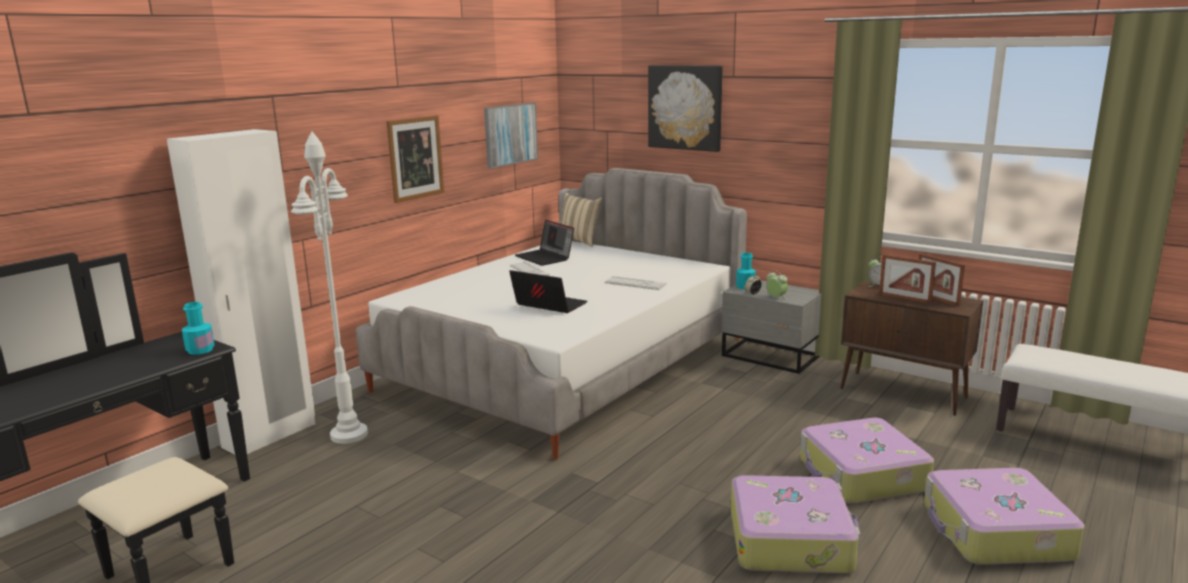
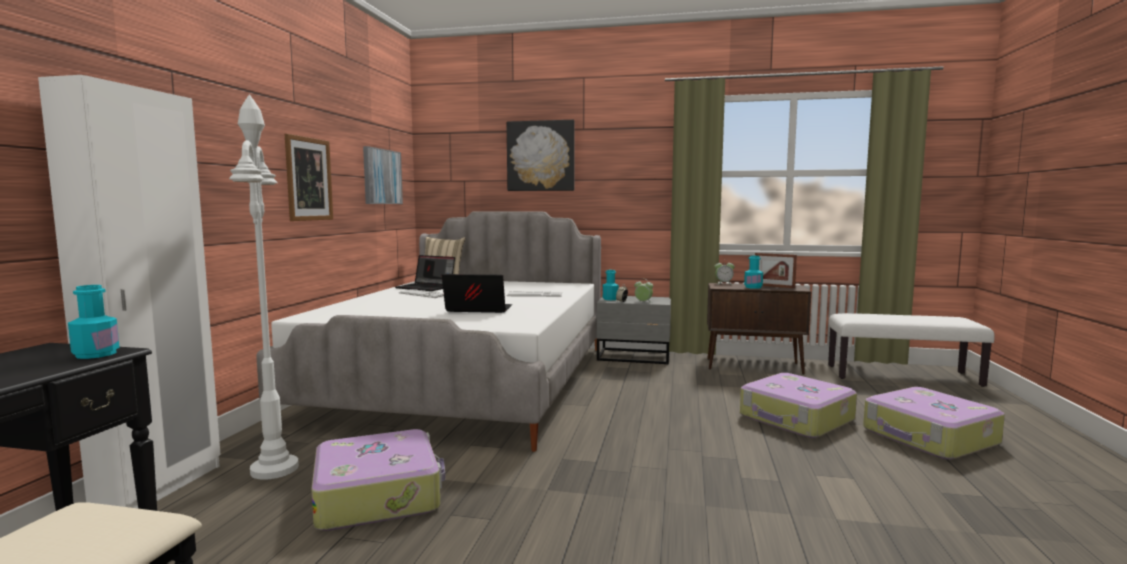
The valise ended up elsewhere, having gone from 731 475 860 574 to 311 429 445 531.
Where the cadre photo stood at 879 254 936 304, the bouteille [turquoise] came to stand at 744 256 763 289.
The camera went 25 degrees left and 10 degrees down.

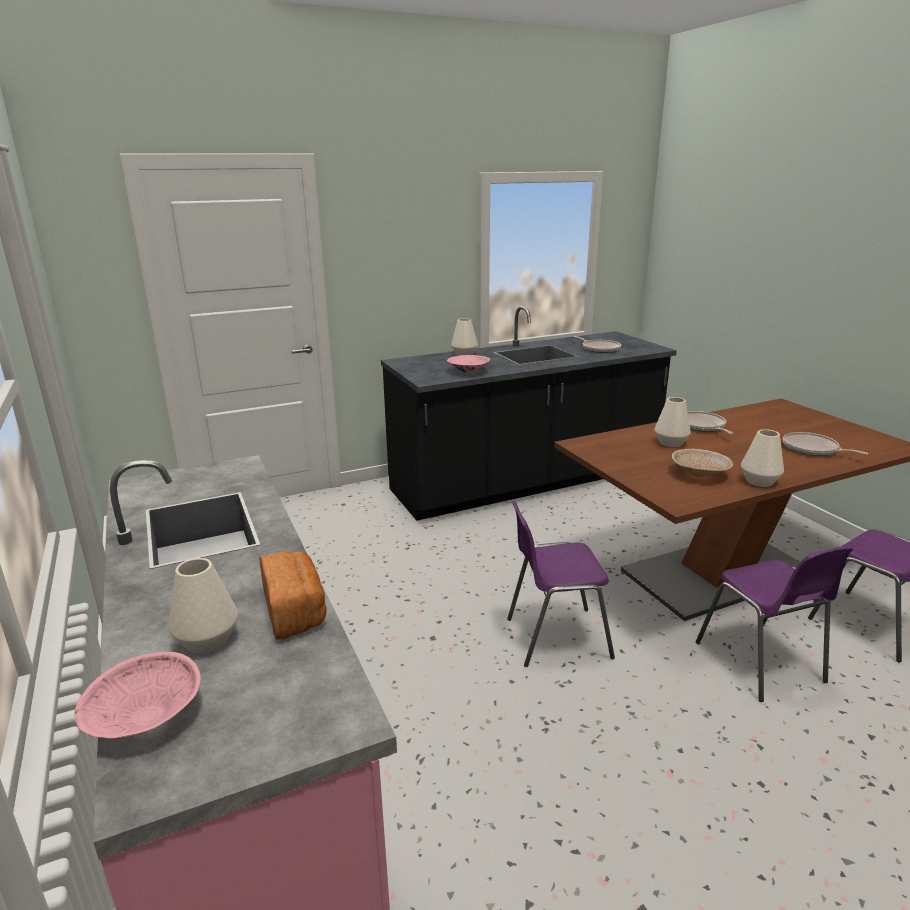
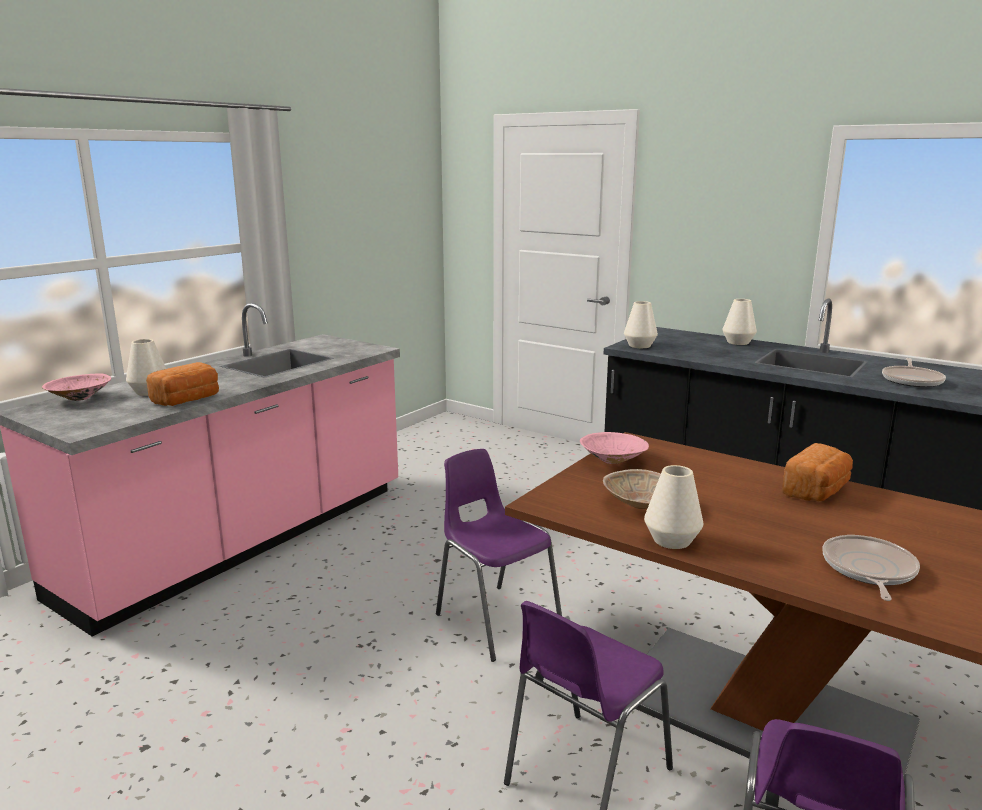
The bol [rose] ended up elsewhere, having gone from 447 355 490 374 to 580 432 649 464.
The vase [blanc] ended up elsewhere, having gone from 654 397 691 447 to 624 301 658 348.
Where the poêle stood at 688 411 734 434, the pain came to stand at 782 443 853 501.
The camera went 60 degrees right and 5 degrees down.

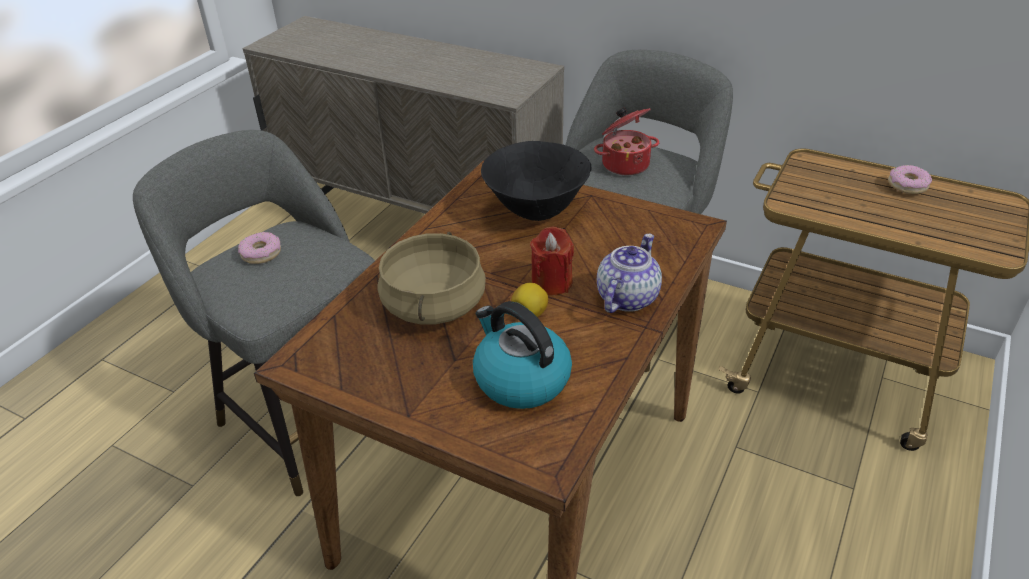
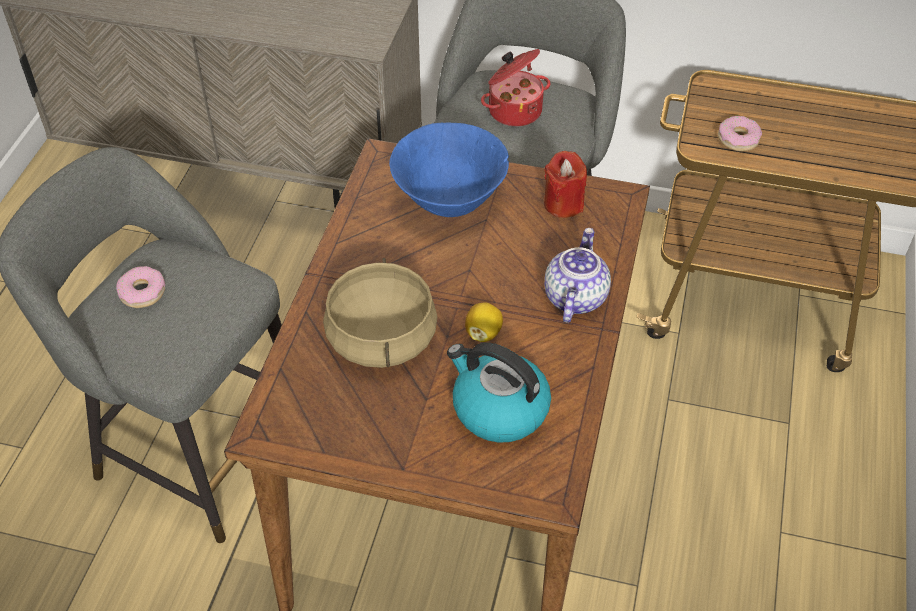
The bougie [rouge] ended up elsewhere, having gone from 530 226 574 296 to 544 151 587 218.
The beignet ended up elsewhere, having gone from 888 165 932 194 to 718 116 762 151.
What was the bol [noir] at 481 141 592 221 turned into the bol [bleu] at 389 123 509 217.
The camera went 15 degrees left and 10 degrees up.

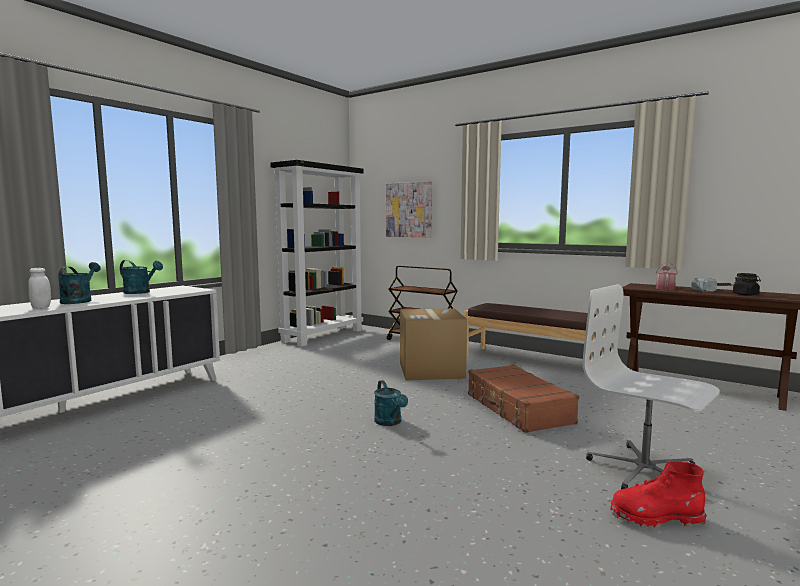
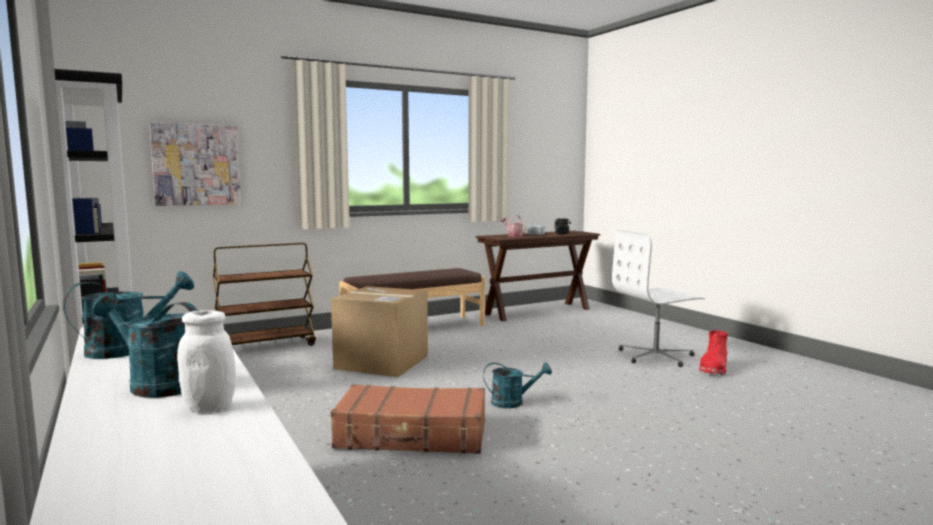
The valise [marron] ended up elsewhere, having gone from 468 365 579 433 to 330 384 485 454.
The camera went 65 degrees left and 0 degrees up.

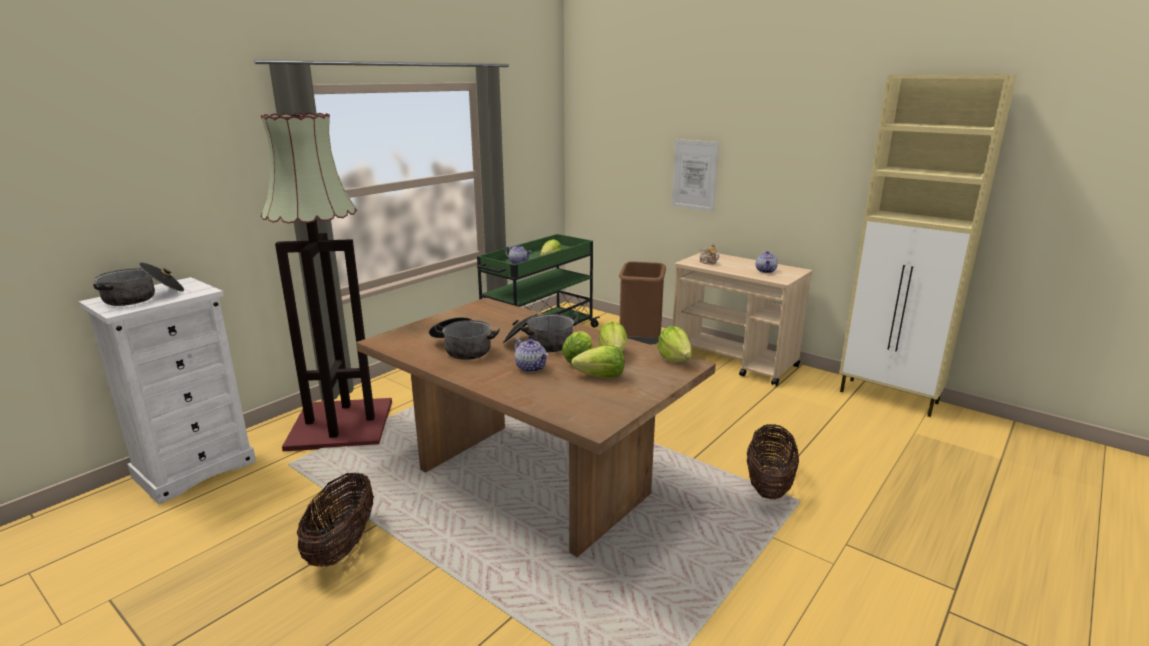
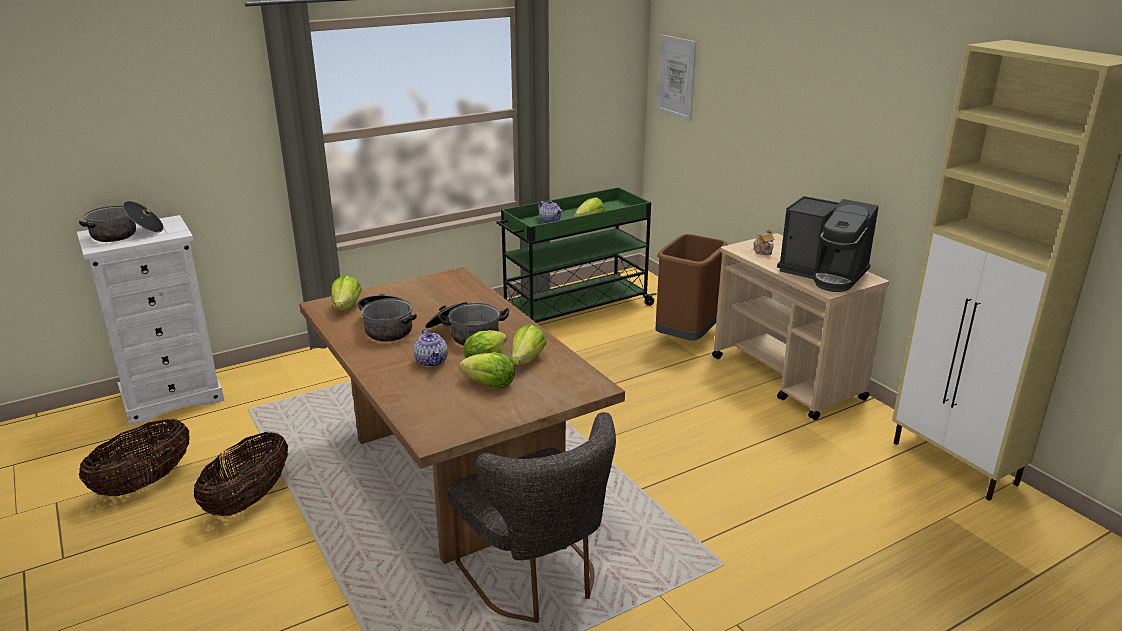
The second view lost the lampadaire at 261 113 392 451.
The second view gained the chaise [gris] at 447 412 616 623.
The laitue ended up elsewhere, having gone from 657 326 692 362 to 331 275 362 310.
The tableau ended up elsewhere, having gone from 672 139 719 212 to 657 35 697 121.
The panier ended up elsewhere, having gone from 747 424 799 500 to 79 419 190 496.
Where the théière stood at 756 251 778 273, the machine à café came to stand at 777 196 879 292.
The camera went 20 degrees right and 5 degrees up.

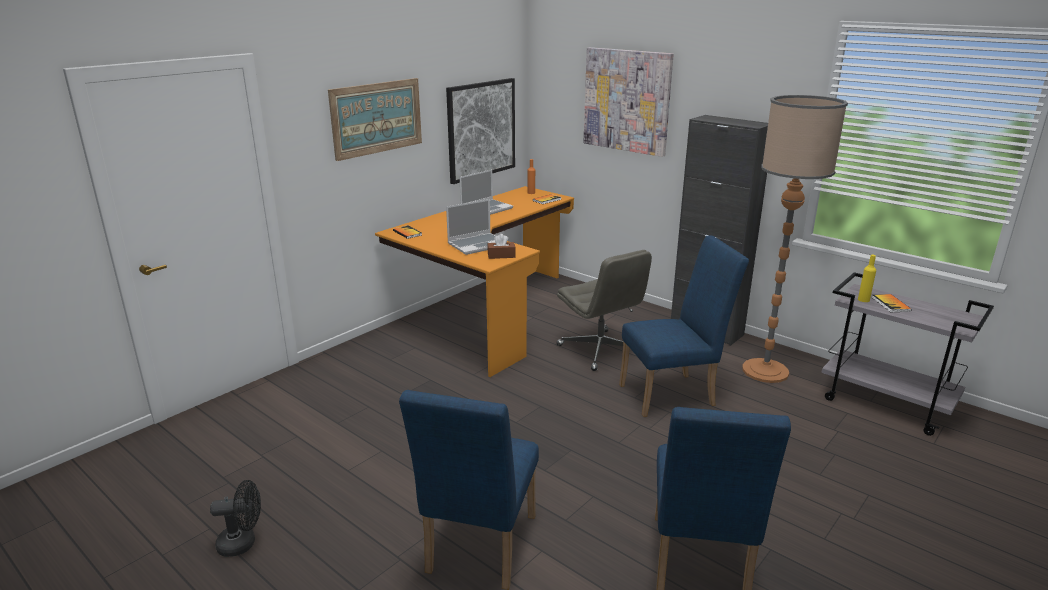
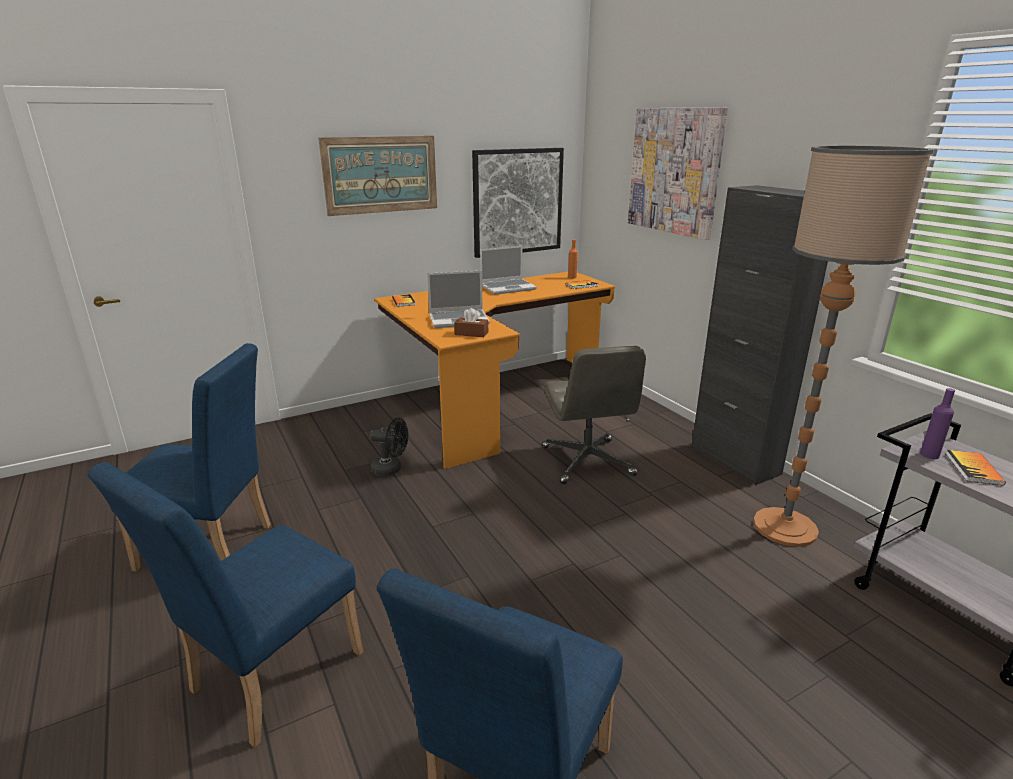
The ventilateur [noir] ended up elsewhere, having gone from 210 480 261 557 to 370 418 408 476.
The chaise [bleu] ended up elsewhere, having gone from 619 235 749 417 to 109 343 271 572.
What was the bouteille [jaune] at 858 255 876 302 turned into the bouteille [violet] at 920 388 955 459.
The camera went 20 degrees right and 0 degrees up.

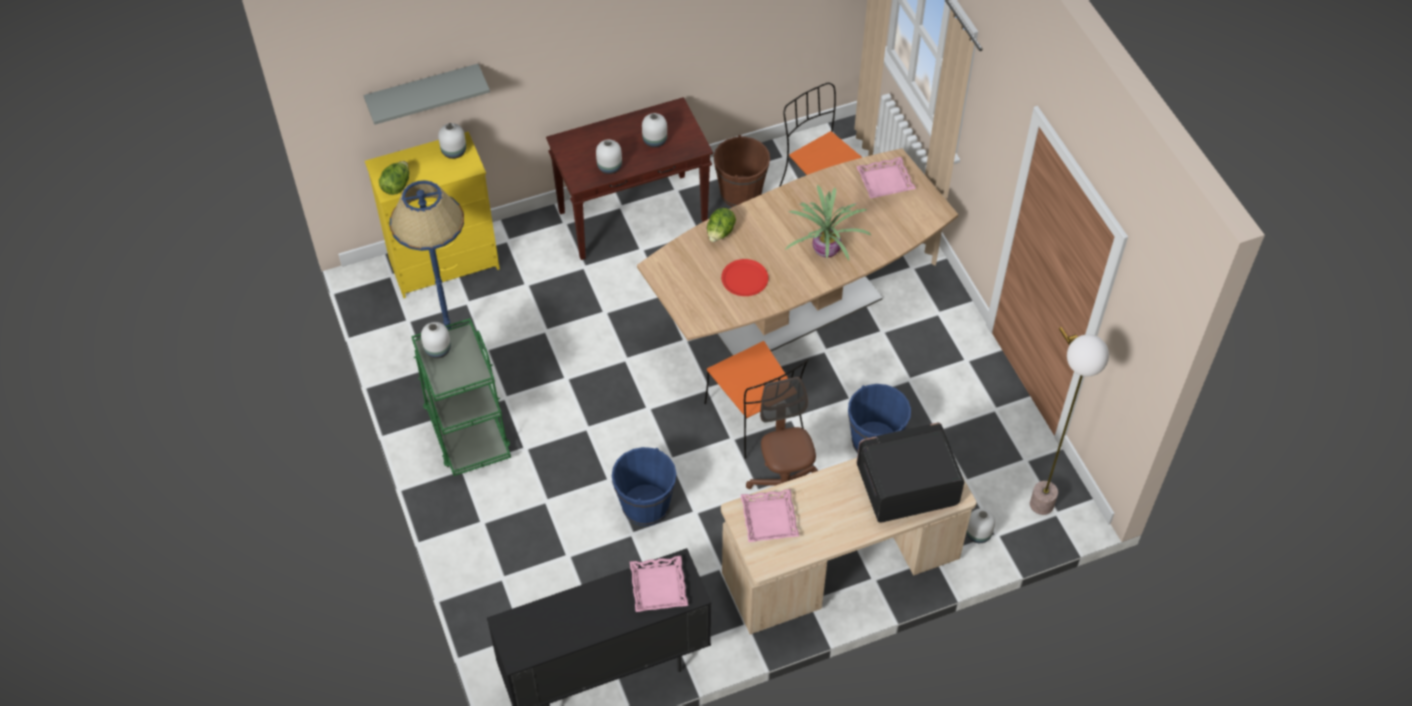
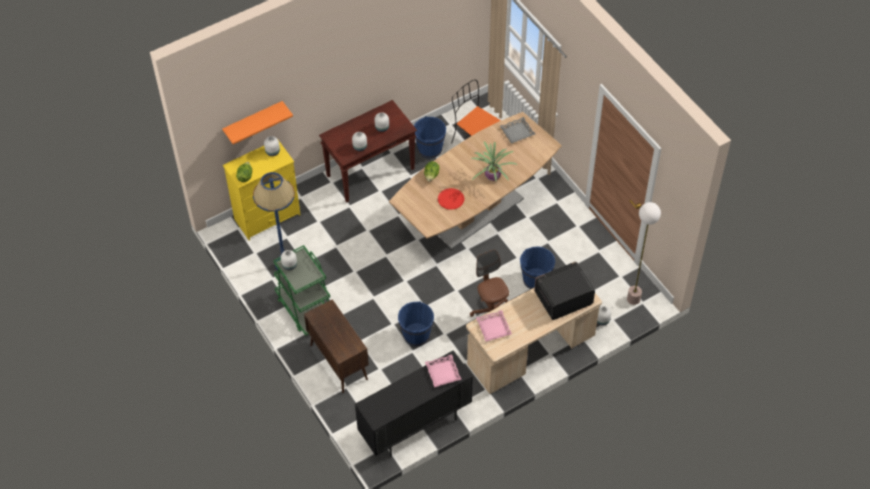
The second view lost the chaise [orange] at 704 341 808 459.
The second view gained the meuble de rangement [marron] at 304 299 369 393.
What was the étagère [gris] at 364 64 490 125 turned into the étagère [orange] at 222 101 293 144.
What was the seau [marron] at 714 135 770 207 turned into the seau [bleu] at 414 116 446 159.
What was the plateau [rose] at 856 157 916 199 turned into the plateau [gris] at 500 117 535 144.
The camera went 10 degrees left and 0 degrees up.

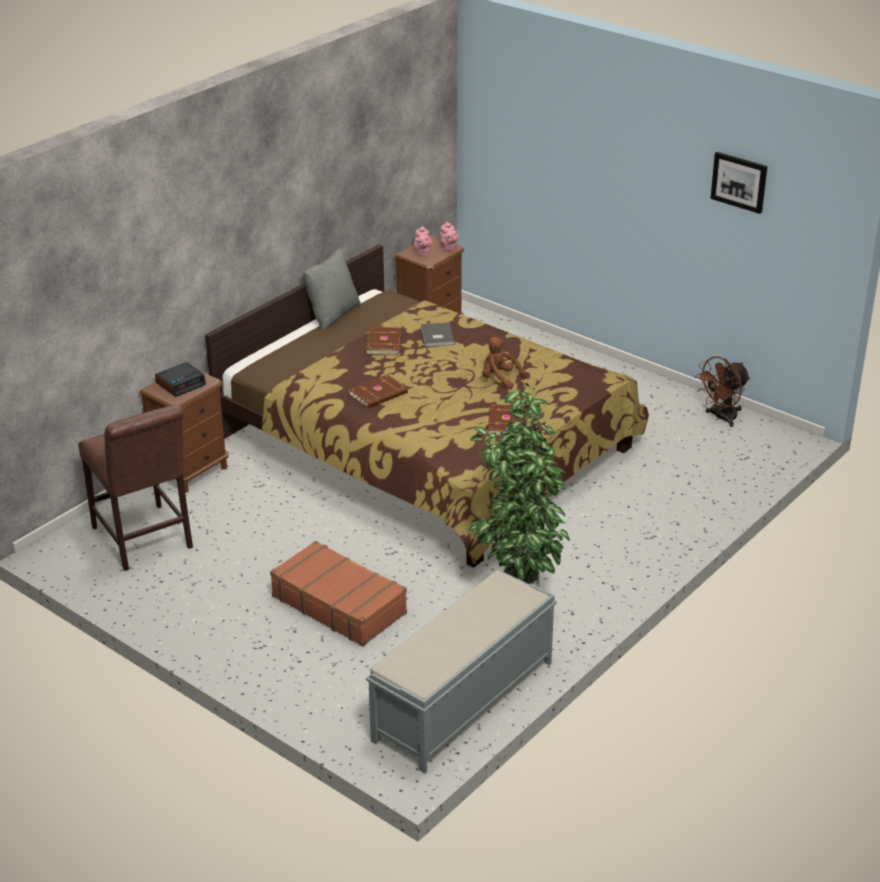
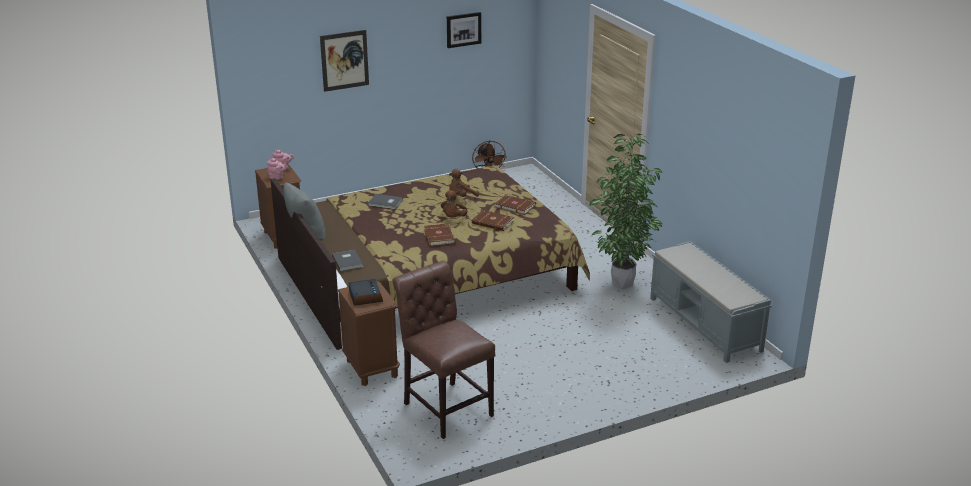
The second view lost the valise [marron] at 270 541 407 646.
The second view gained the tableau at 320 30 369 92.
The second view gained the livre [gris] at 332 250 363 271.
The second view gained the peluche [marron] at 441 190 468 218.
The livre [marron] ended up elsewhere, having gone from 365 327 401 355 to 472 210 514 231.
The chaise [marron] at 78 405 193 571 ended up facing another way, 120 degrees counterclockwise from before.
The camera went 65 degrees left and 5 degrees down.

